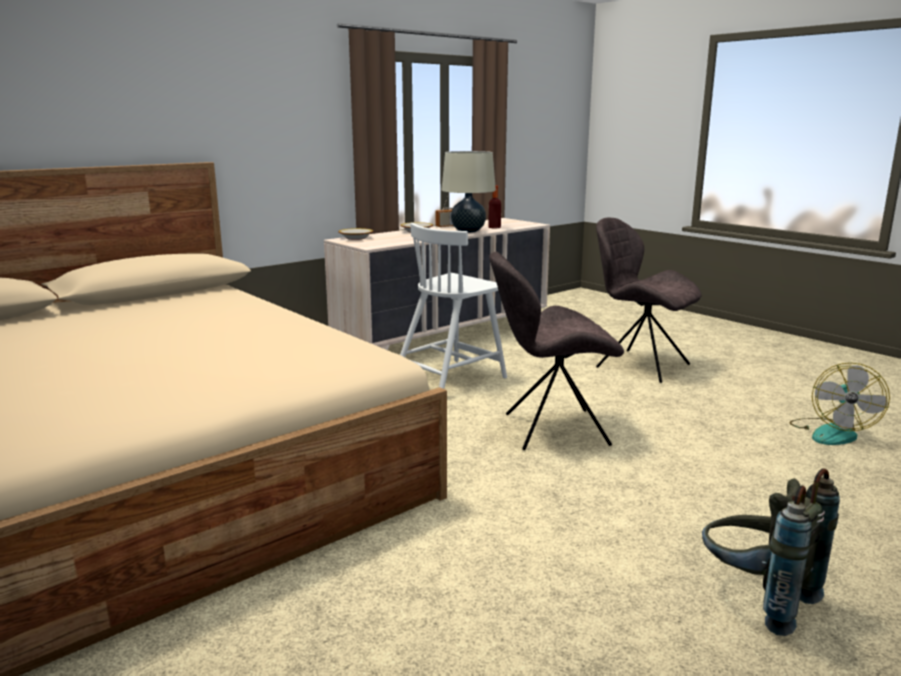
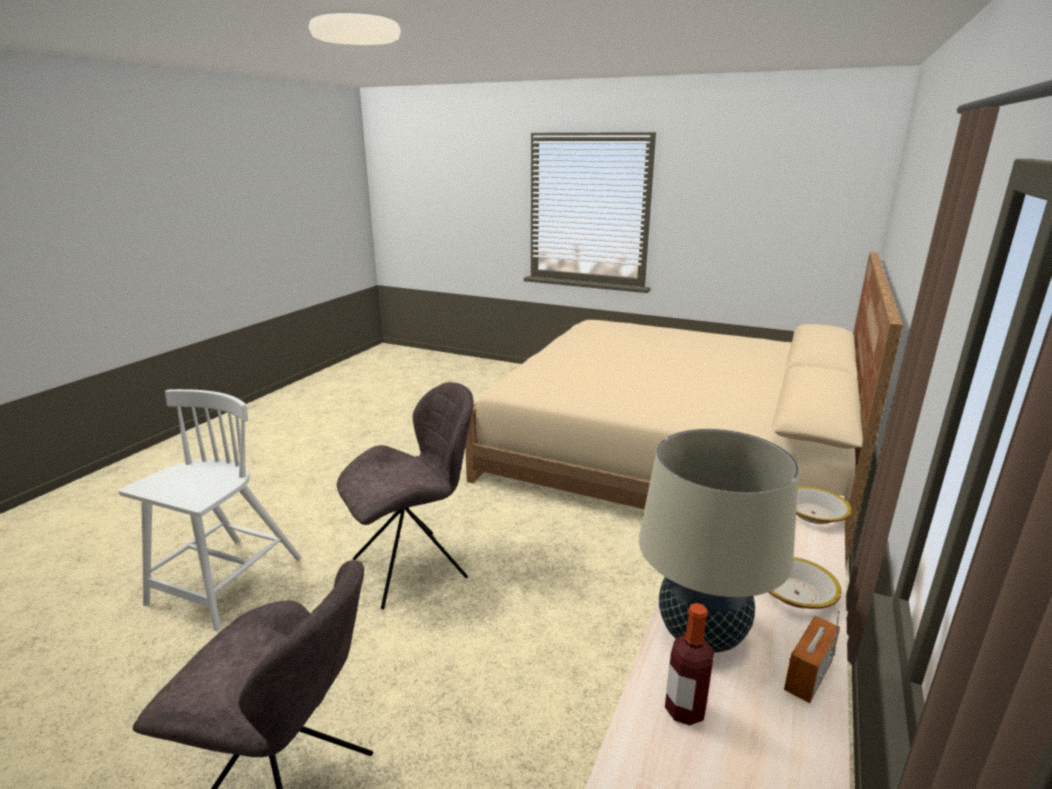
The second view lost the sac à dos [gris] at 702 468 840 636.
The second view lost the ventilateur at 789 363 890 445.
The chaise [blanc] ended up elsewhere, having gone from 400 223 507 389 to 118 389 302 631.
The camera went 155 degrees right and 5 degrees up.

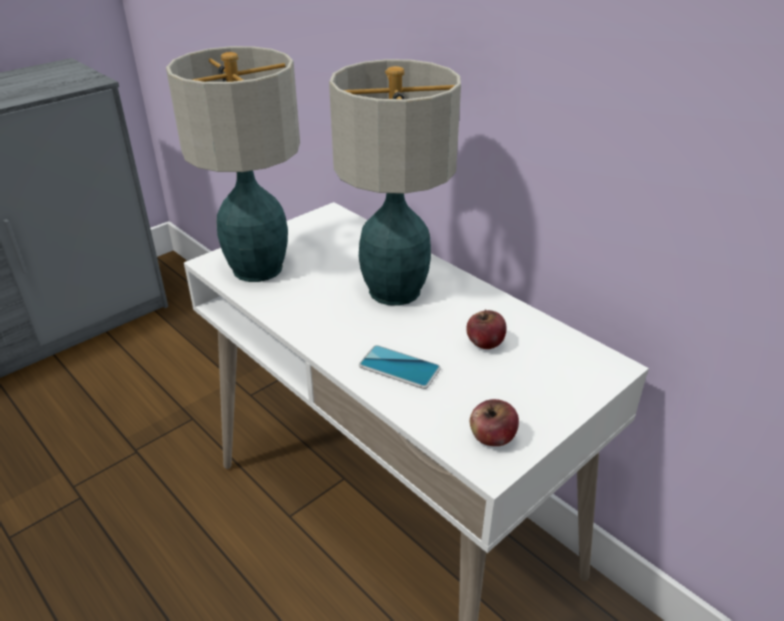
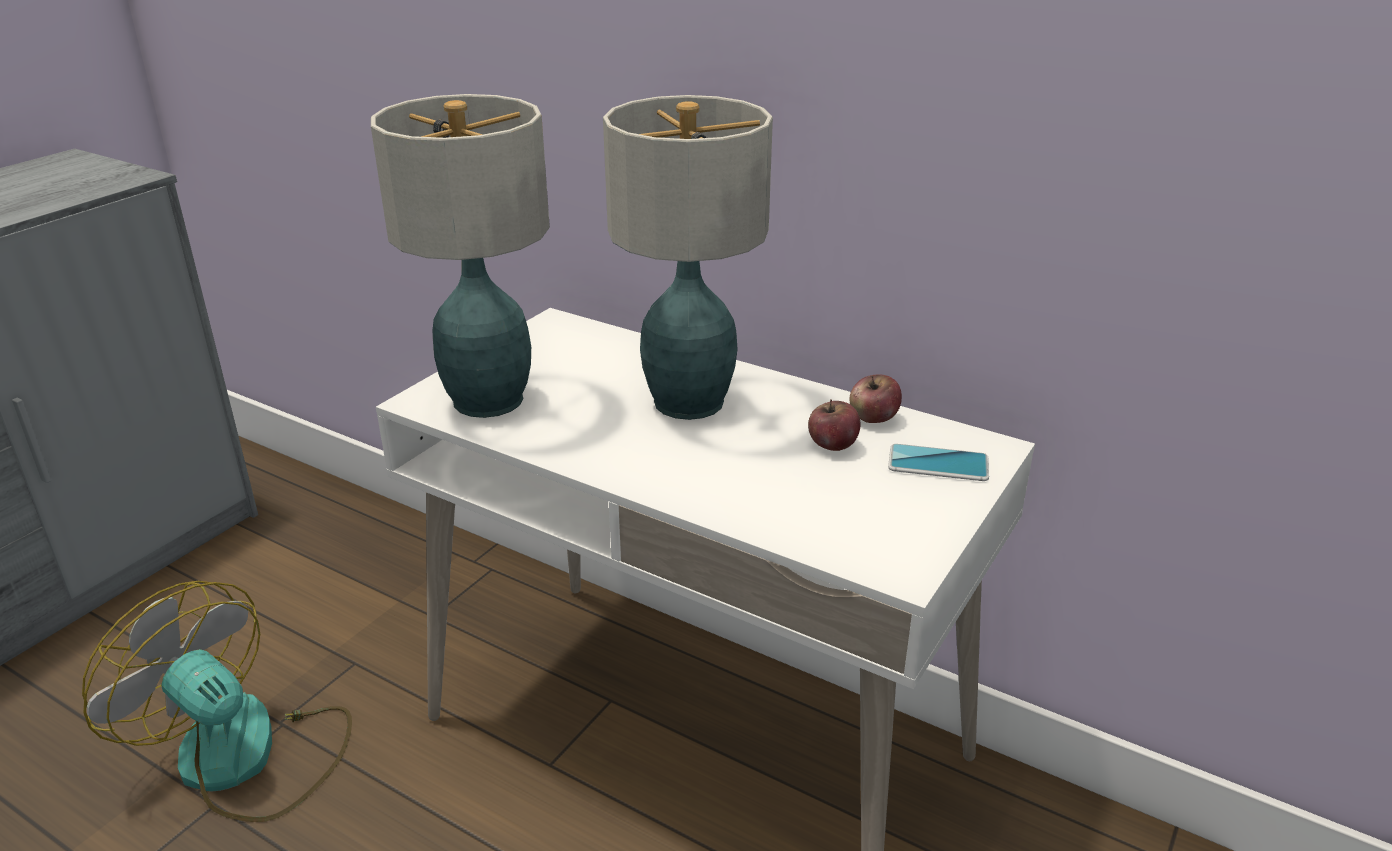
The second view gained the ventilateur at 82 581 352 822.
The téléphone ended up elsewhere, having gone from 359 345 441 389 to 888 444 989 481.
The pomme ended up elsewhere, having gone from 470 399 519 446 to 849 374 902 423.
The camera went 15 degrees left and 5 degrees down.

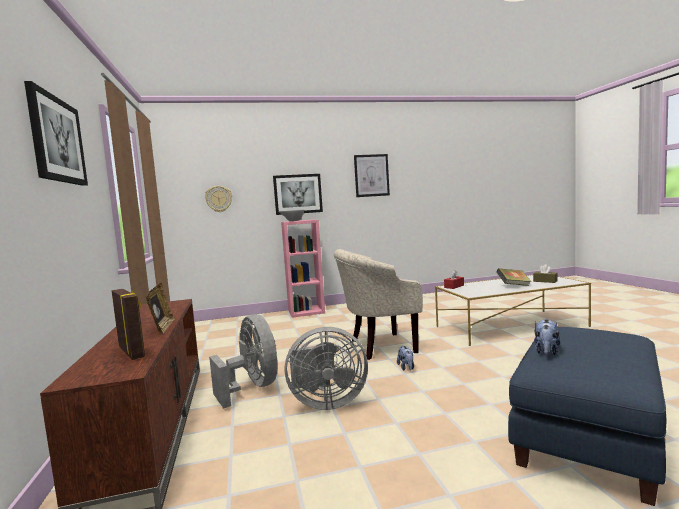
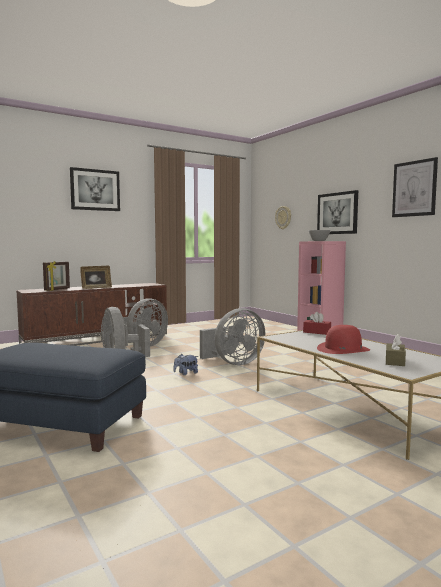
The second view lost the peluche at 534 319 560 355.
Where the fauteuil [beige] stood at 334 249 423 360, the ventilateur [gris] came to stand at 200 308 266 365.
Where the livre stood at 497 268 531 286, the chapeau [rouge] came to stand at 317 325 370 354.
The camera went 70 degrees right and 0 degrees up.

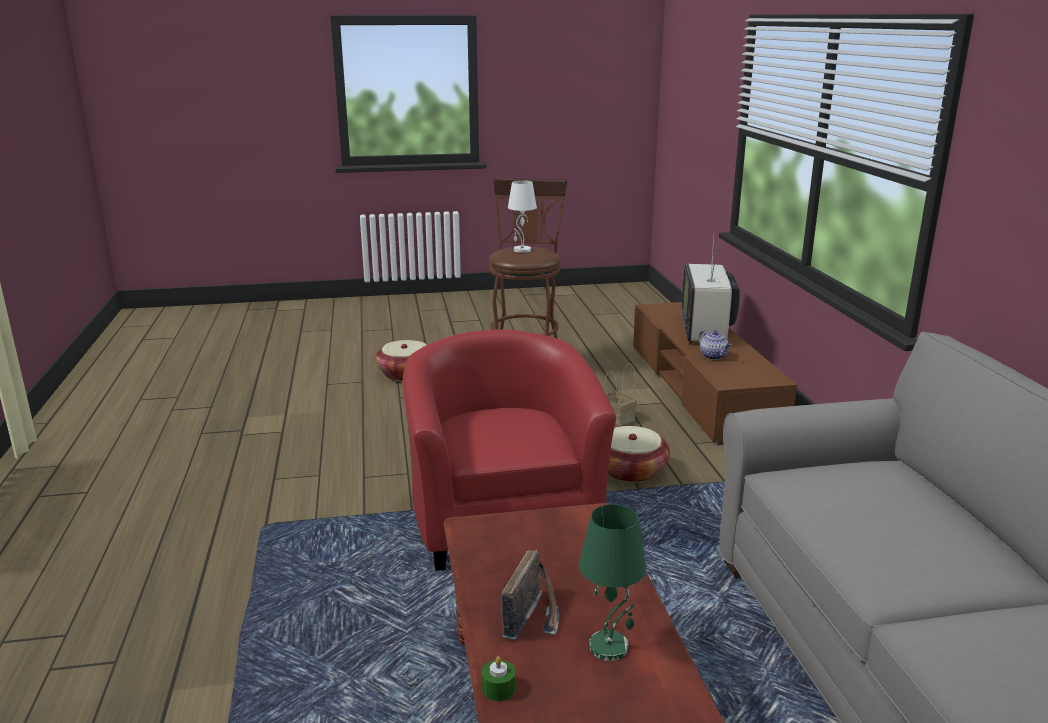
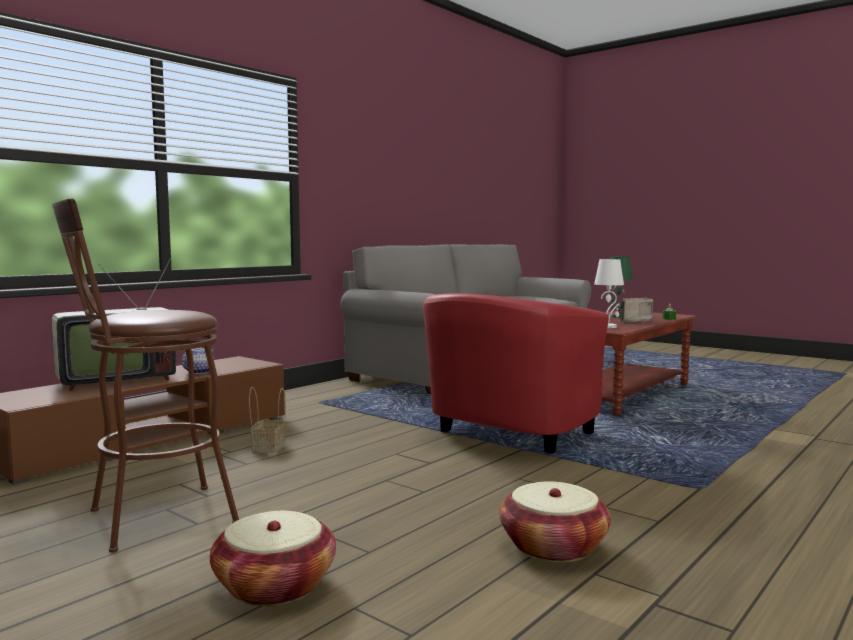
The lampe de table [blanc] ended up elsewhere, having gone from 508 180 537 253 to 594 259 624 328.
The panier ended up elsewhere, having gone from 608 426 670 483 to 499 481 611 563.
The camera went 130 degrees left and 15 degrees down.

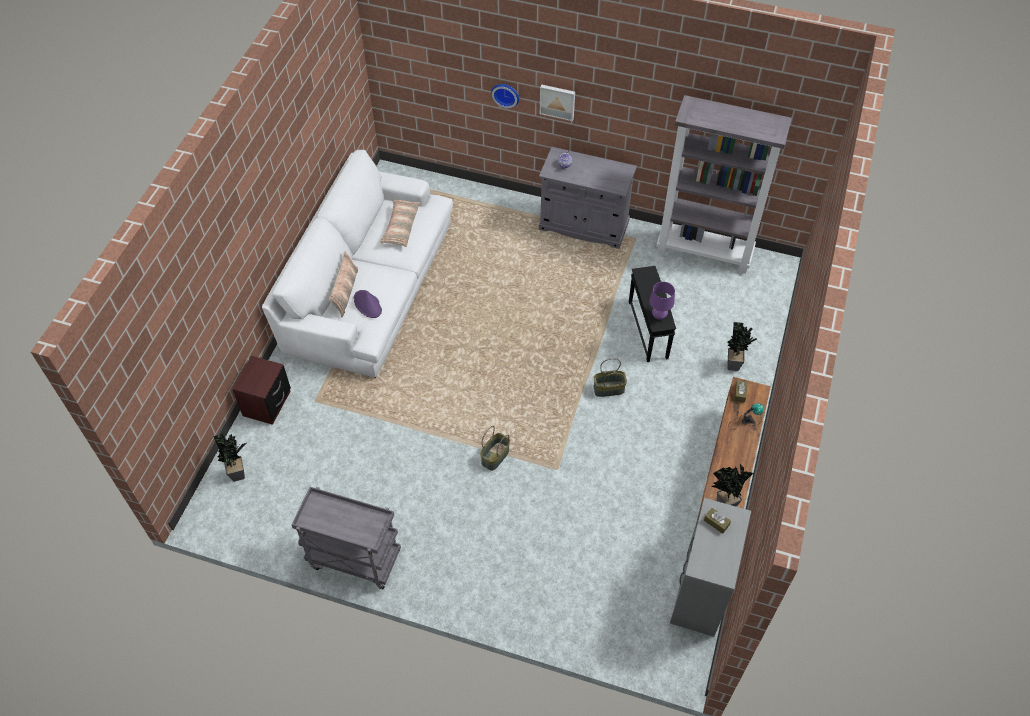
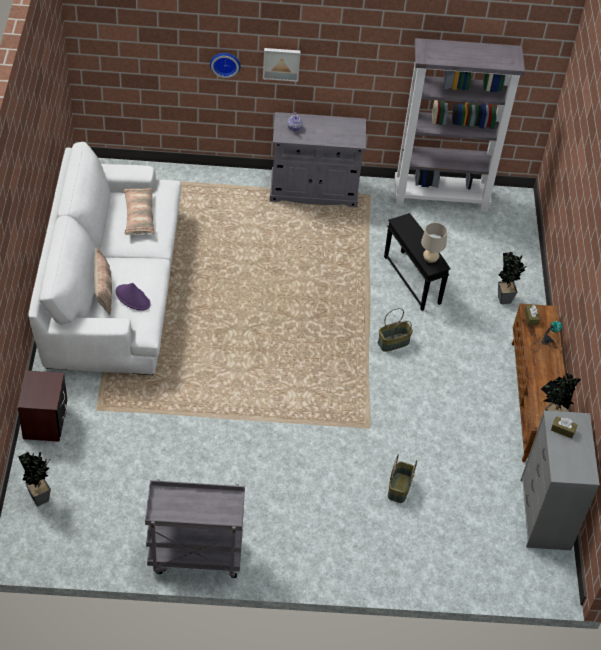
The panier ended up elsewhere, having gone from 480 426 510 471 to 388 454 417 503.
What was the lampe de table [violet] at 649 282 675 320 turned into the lampe de table [beige] at 421 223 447 263.
The camera went 20 degrees left and 5 degrees down.

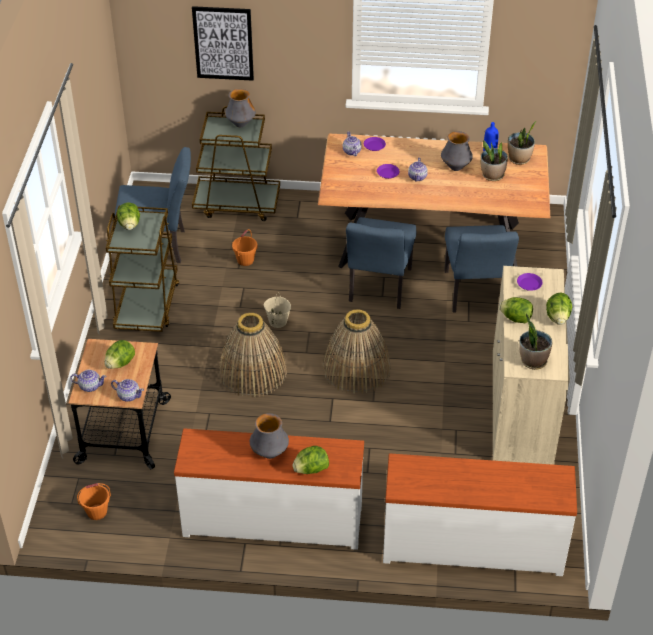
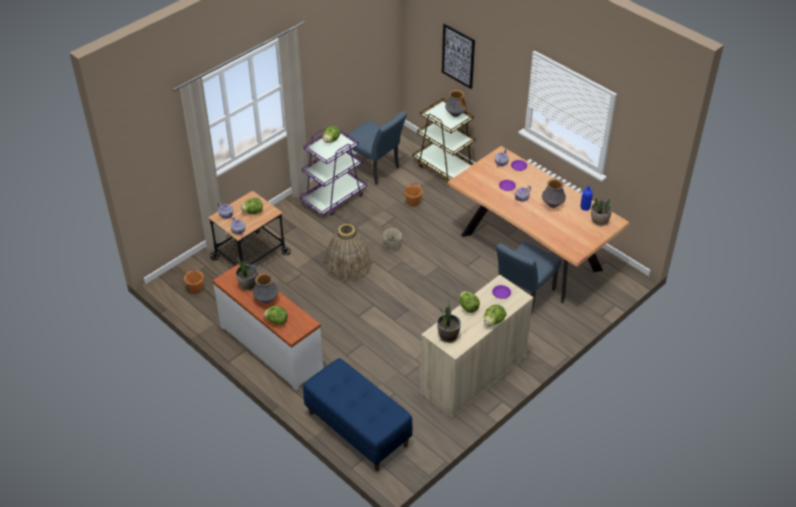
The second view lost the panier at 323 309 390 394.
The second view lost the chaise [bleu] at 346 217 416 309.
The plante en pot ended up elsewhere, having gone from 481 140 508 181 to 235 256 258 291.
Where the commode [blanc] stood at 383 453 577 576, the banc [bleu] came to stand at 303 358 413 471.
What was the chariot [marron] at 106 206 179 332 turned into the chariot [violet] at 300 128 367 216.
The camera went 40 degrees right and 0 degrees up.

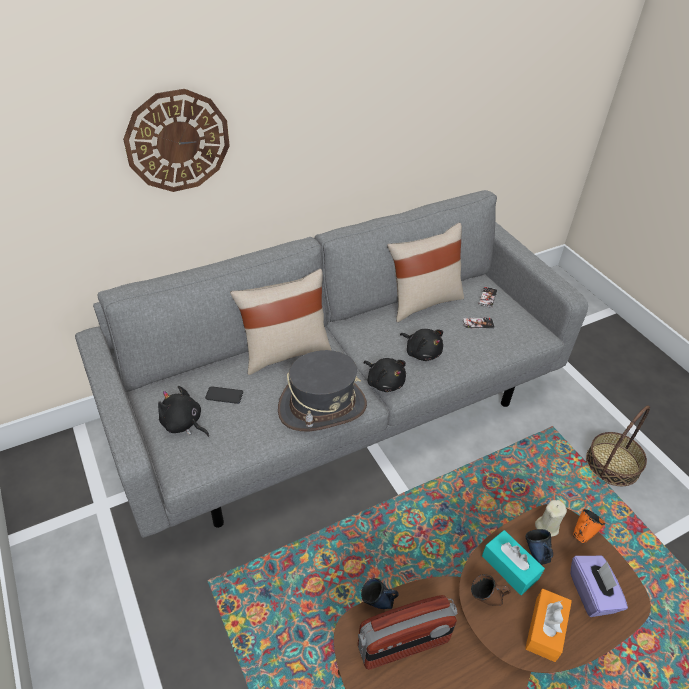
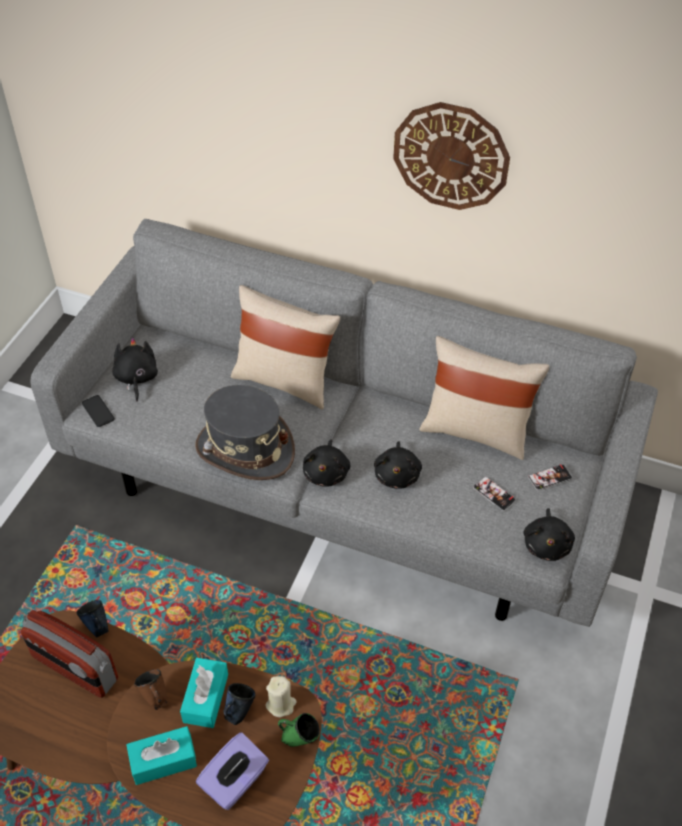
The second view lost the panier at 586 405 650 486.
The second view gained the peluche [noir] at 523 508 575 561.
The horloge murale ended up elsewhere, having gone from 123 89 230 192 to 393 102 510 210.
The téléphone ended up elsewhere, having gone from 205 386 243 404 to 82 395 115 427.
What was the boîte à mouchoirs [orange] at 525 589 572 662 turned into the boîte à mouchoirs [turquoise] at 126 726 197 785.
What was the mug [orange] at 573 509 605 543 turned into the mug [vert] at 278 713 320 747.
The camera went 50 degrees right and 5 degrees up.

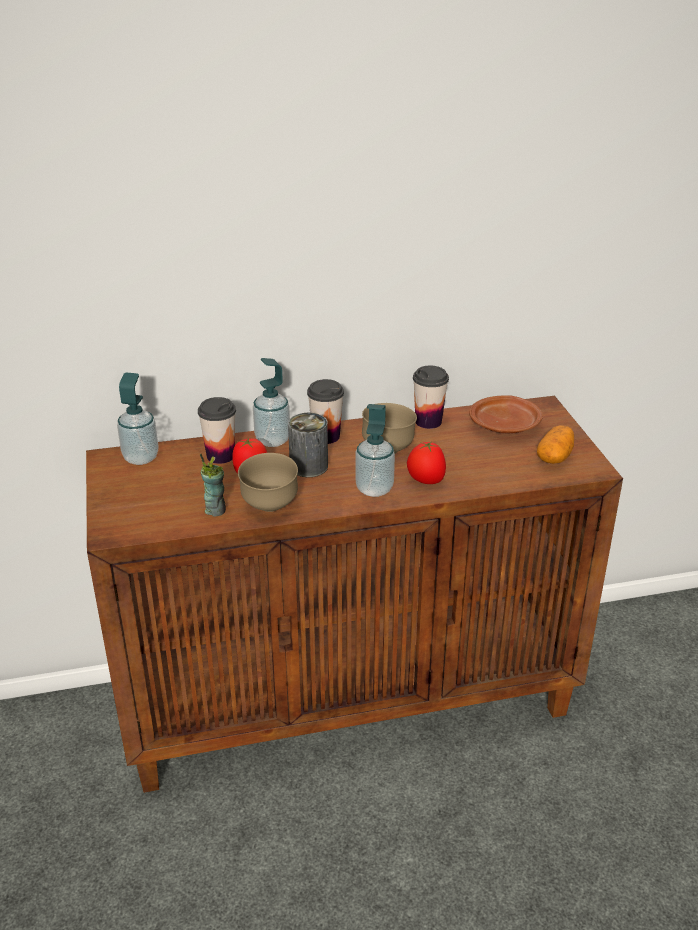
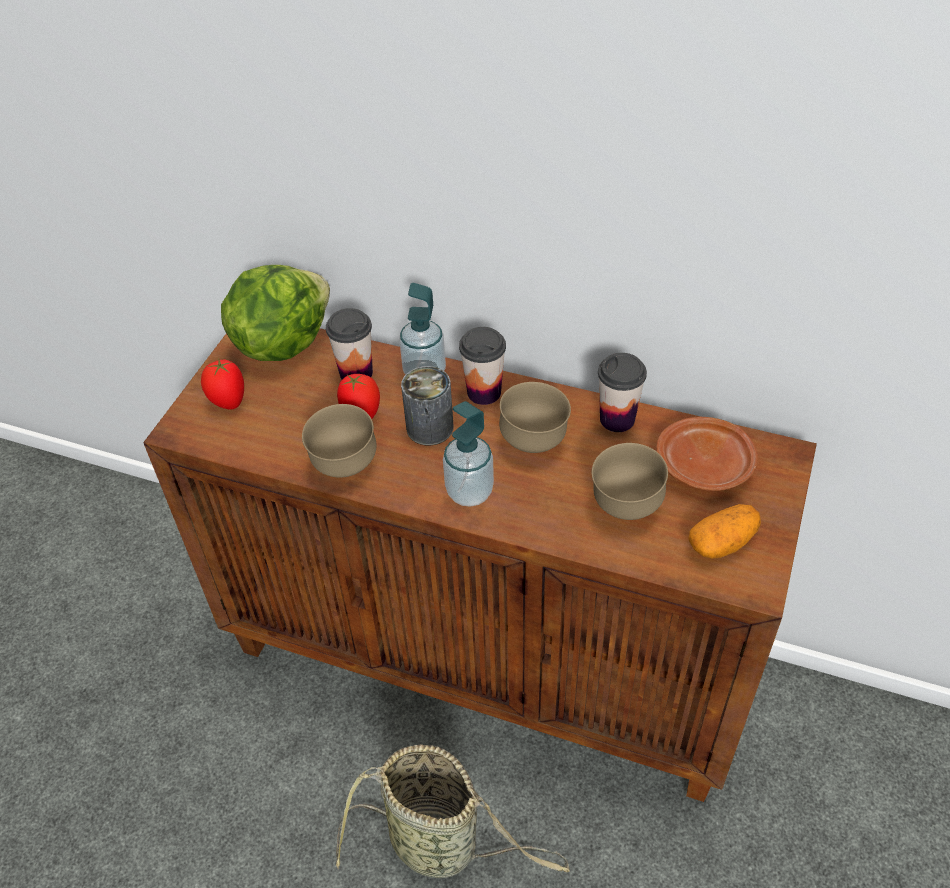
The second view lost the tasse at 200 454 226 517.
The second view gained the panier at 336 744 570 878.
The second view gained the bol [marron] at 592 443 668 520.
The tomate ended up elsewhere, having gone from 407 442 446 484 to 201 360 244 410.
Where the distributeur de savon stood at 117 372 159 465, the laitue came to stand at 221 265 330 361.
The camera went 35 degrees right and 15 degrees up.

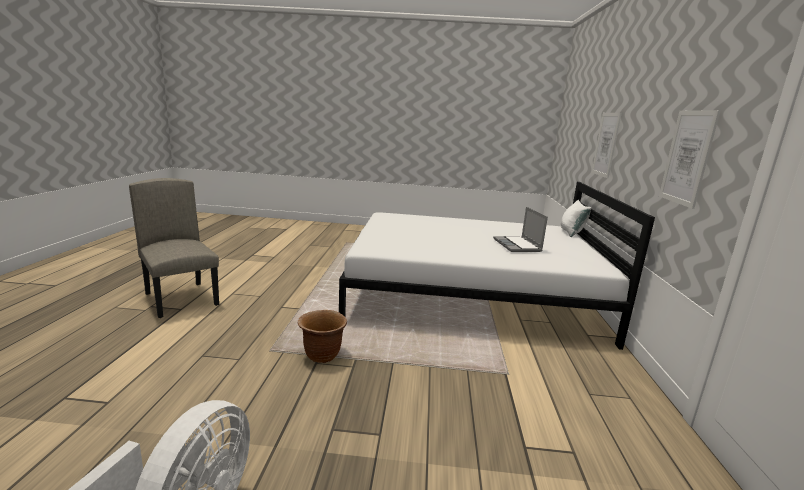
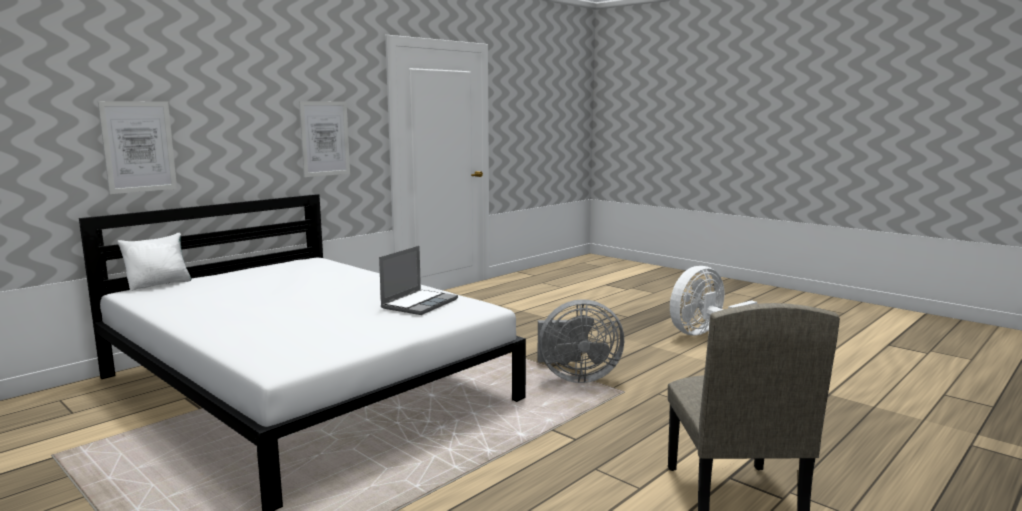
The ordinateur portable ended up elsewhere, having gone from 493 207 548 252 to 379 246 458 315.
Where the cache-pot [marron] stood at 298 310 347 363, the ventilateur [gris] came to stand at 537 299 624 383.
The camera went 140 degrees left and 5 degrees down.

